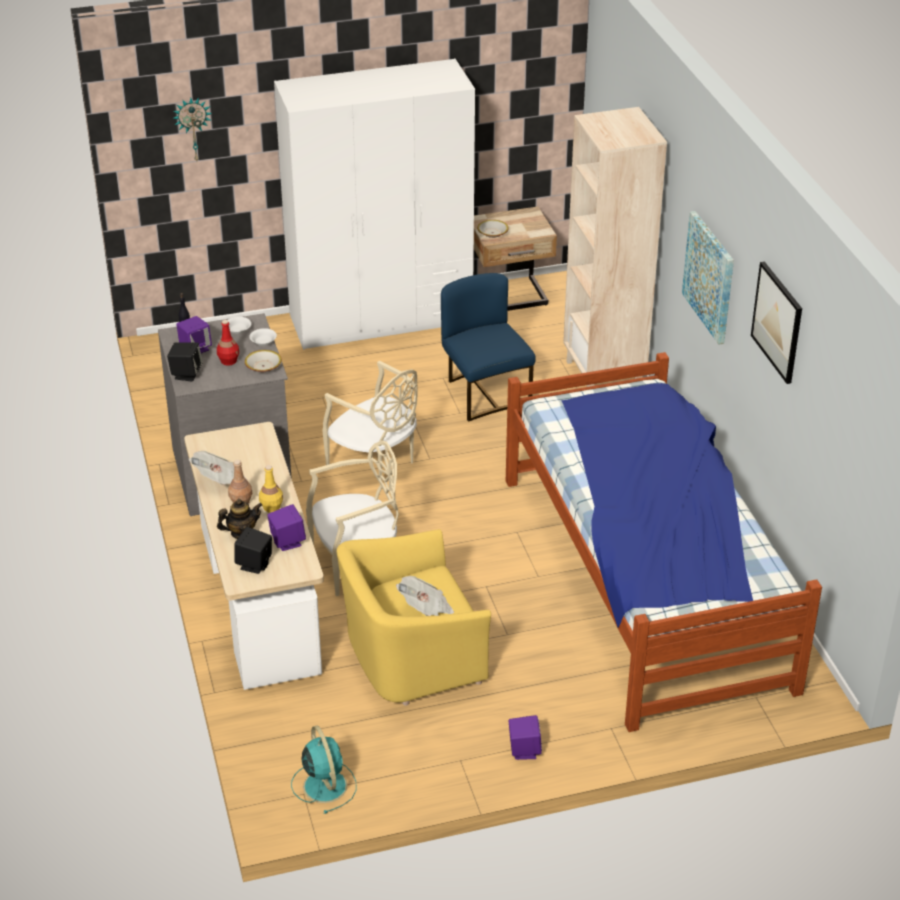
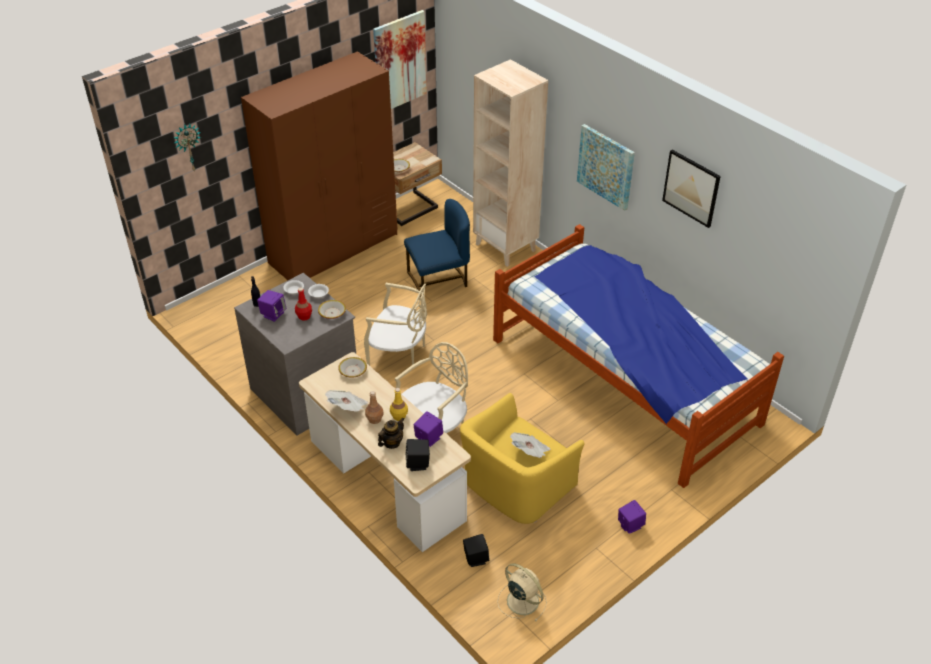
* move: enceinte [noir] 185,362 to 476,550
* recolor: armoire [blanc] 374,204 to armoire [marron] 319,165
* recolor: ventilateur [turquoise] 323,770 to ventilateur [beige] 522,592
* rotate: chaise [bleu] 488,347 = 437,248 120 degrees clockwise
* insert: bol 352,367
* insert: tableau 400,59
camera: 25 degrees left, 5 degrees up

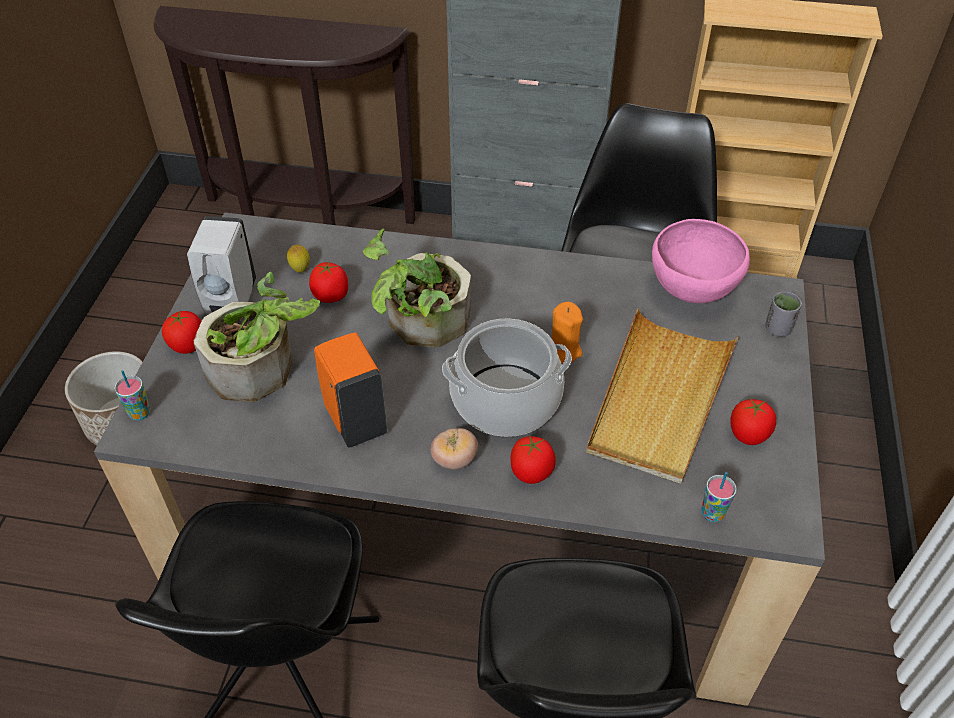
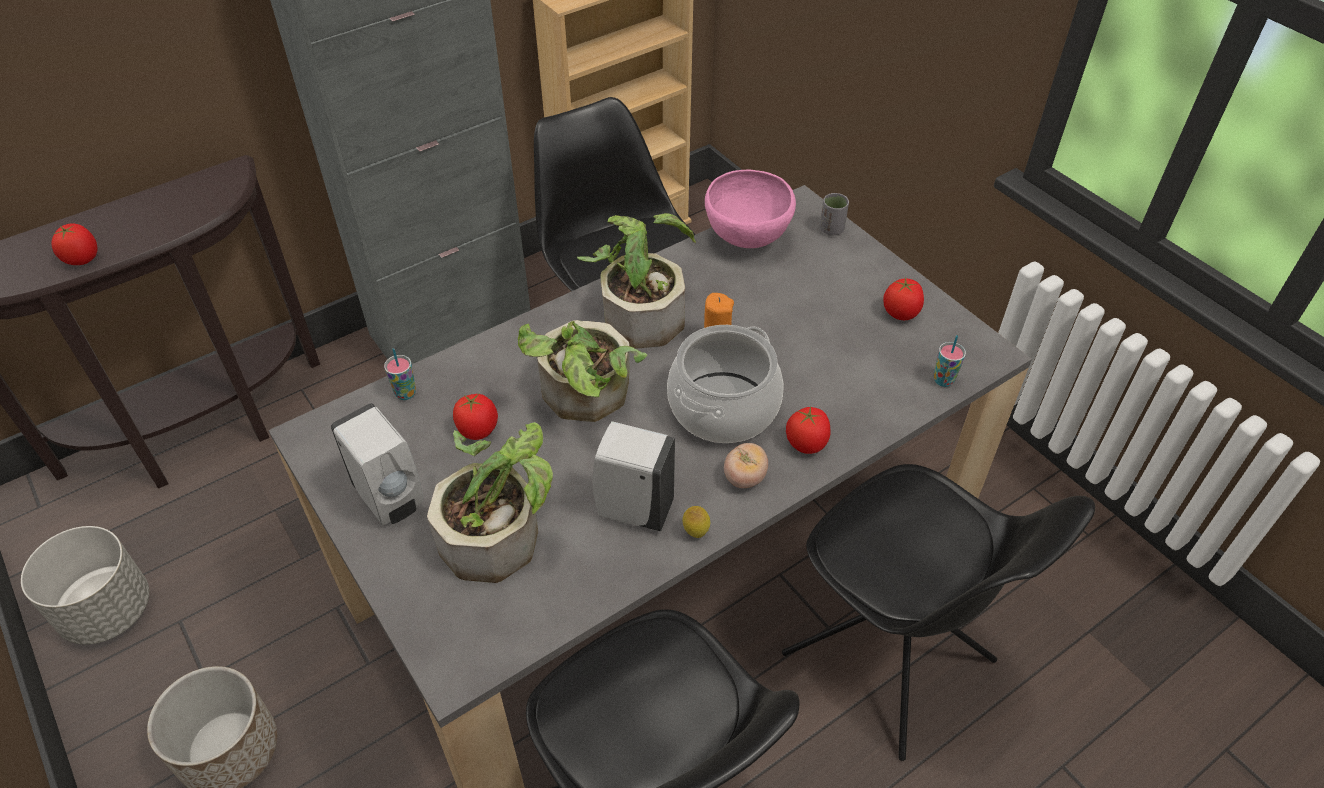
* move: tasse 132,395 to 400,374
* move: tomate 181,332 to 75,244
* move: citron 298,259 to 696,522
* recolor: distributeur de savon [orange] 350,390 to distributeur de savon [blanc] 633,476
* delete: plateau [beige] 662,396
* insert: cache-pot [gris] 85,585
* insert: plante en pot 636,281
camera: 45 degrees left, 0 degrees up

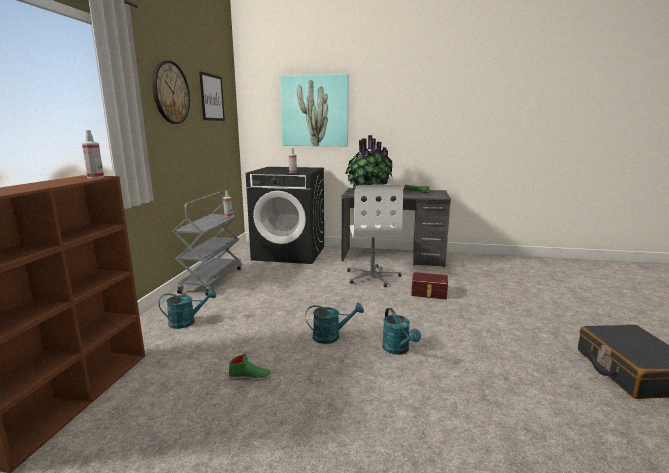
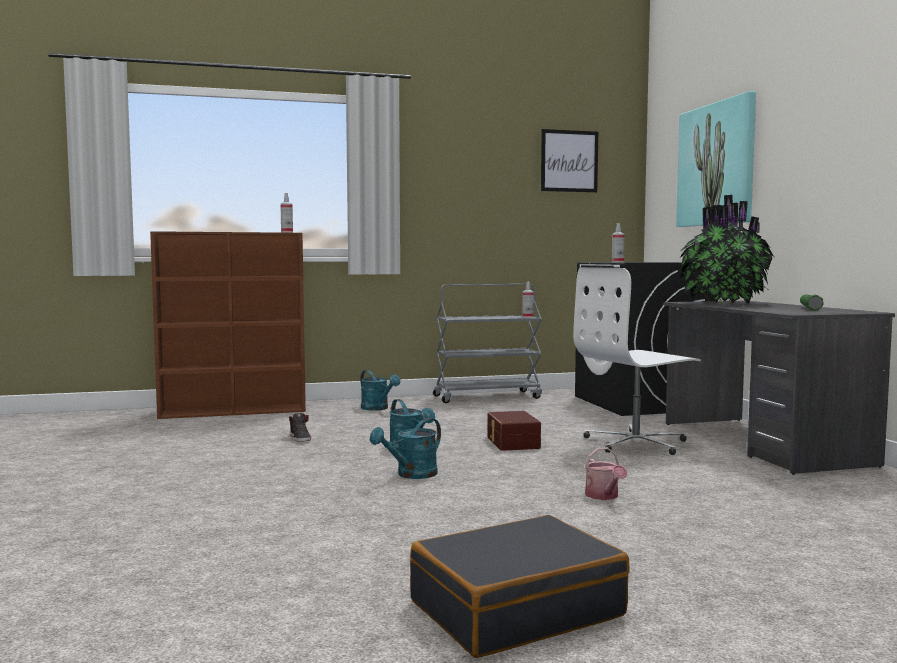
* delete: horloge murale 171,92
* recolor: chaussure [vert] 250,367 to chaussure [noir] 300,427
* move: boîte de rangement [marron] 429,285 to 514,431
* insert: arrosoir 606,473
camera: 65 degrees right, 10 degrees down

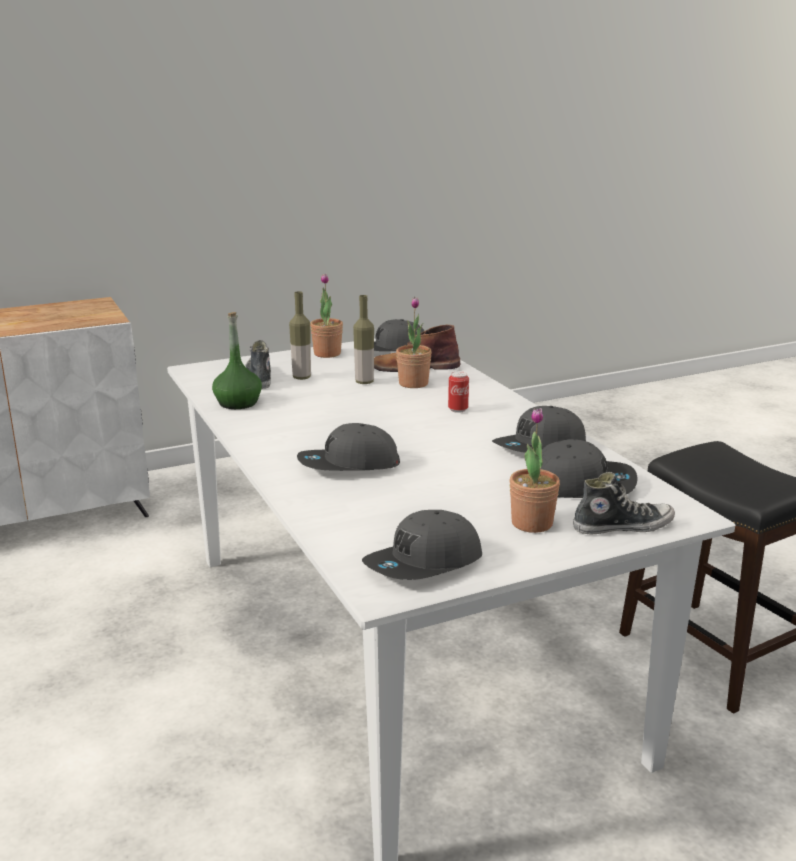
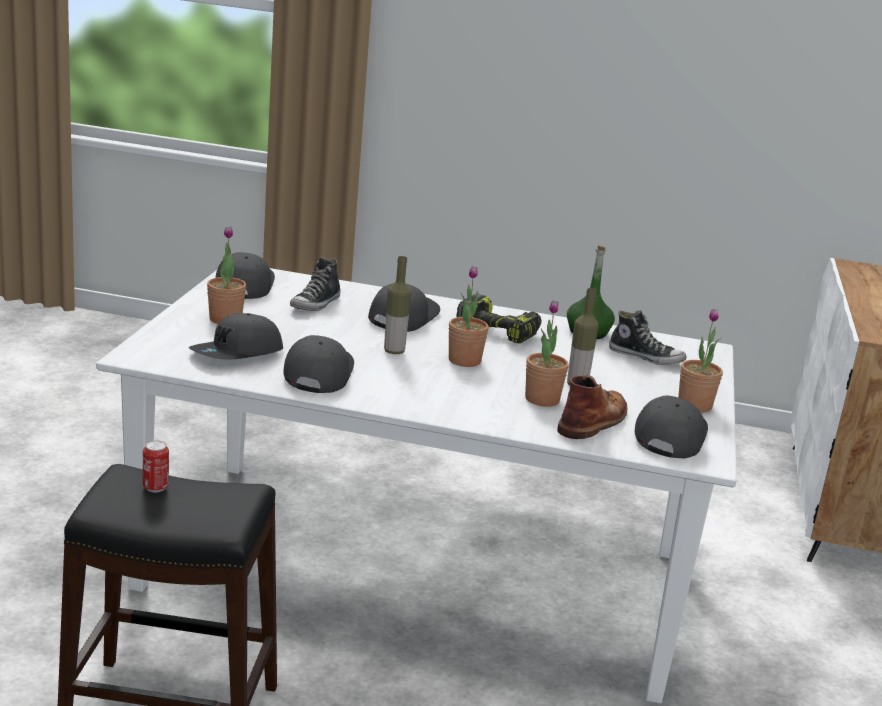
* move: bouteille 300,335 to 397,305
* move: boîte métallique 458,392 to 156,467
* move: chaussure 624,503 to 315,284
* insert: plante en pot 469,316
* insert: perceuse 498,319
camera: 125 degrees right, 0 degrees up

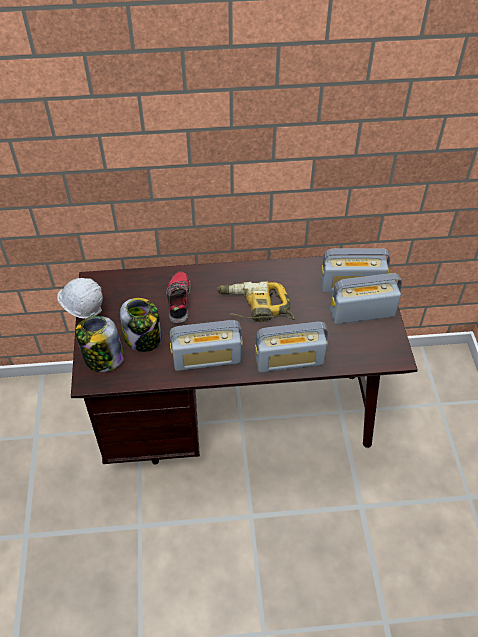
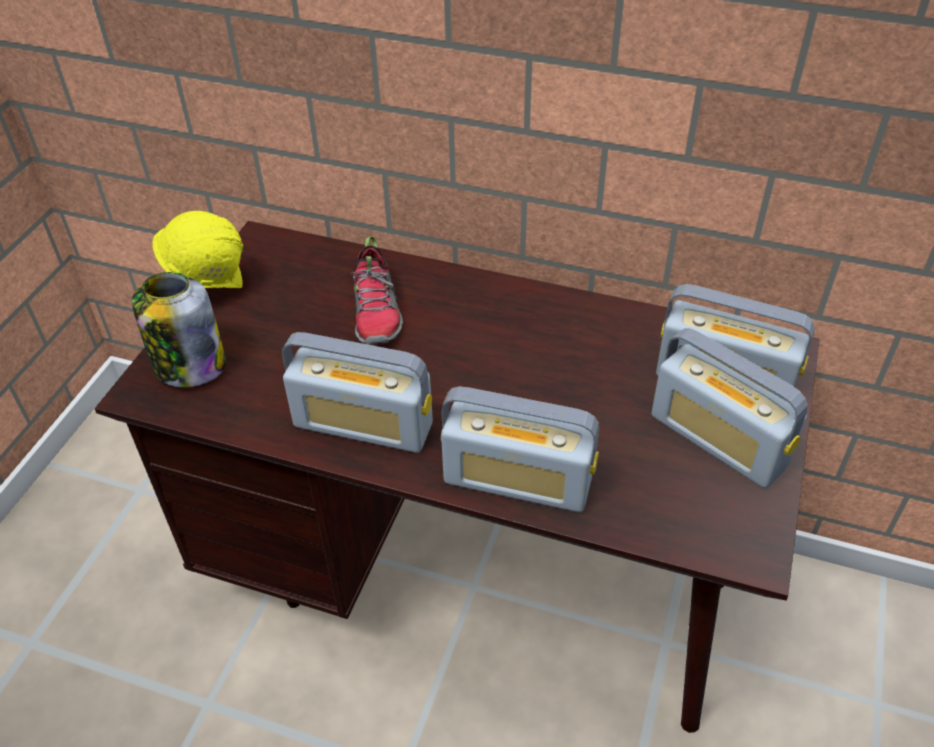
* recolor: casque de chantier [blanc] 80,298 to casque de chantier [jaune] 204,249
* delete: bocal 141,325
* rotate: chaussure 178,297 = 377,290 150 degrees clockwise
* delete: perceuse 256,301
* rotate: radio 366,298 = 729,408 150 degrees counterclockwise
camera: 25 degrees right, 5 degrees down

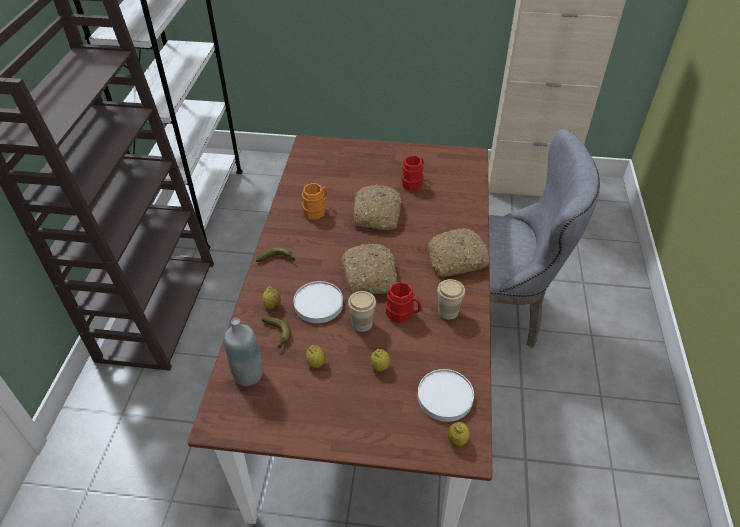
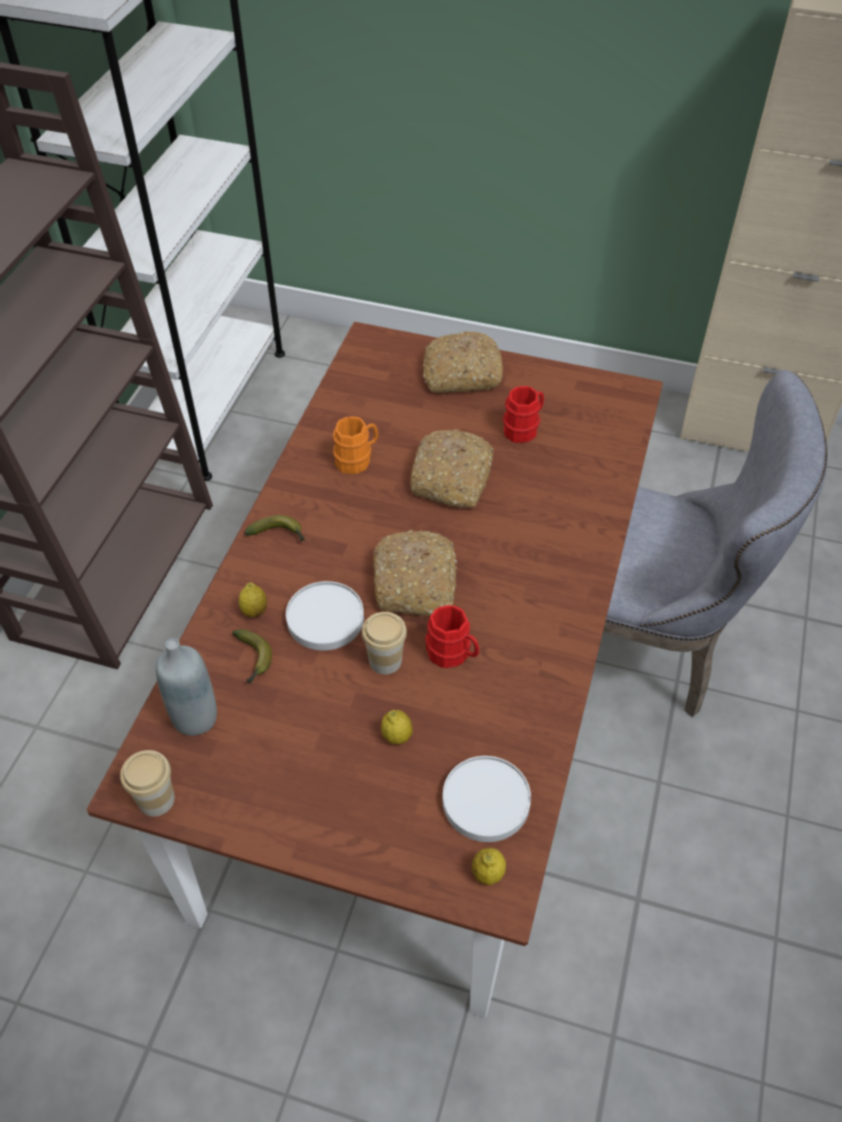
* delete: citron 316,356
* move: pain 458,252 to 463,362
* move: tasse 451,299 to 147,783
camera: 10 degrees right, 5 degrees up

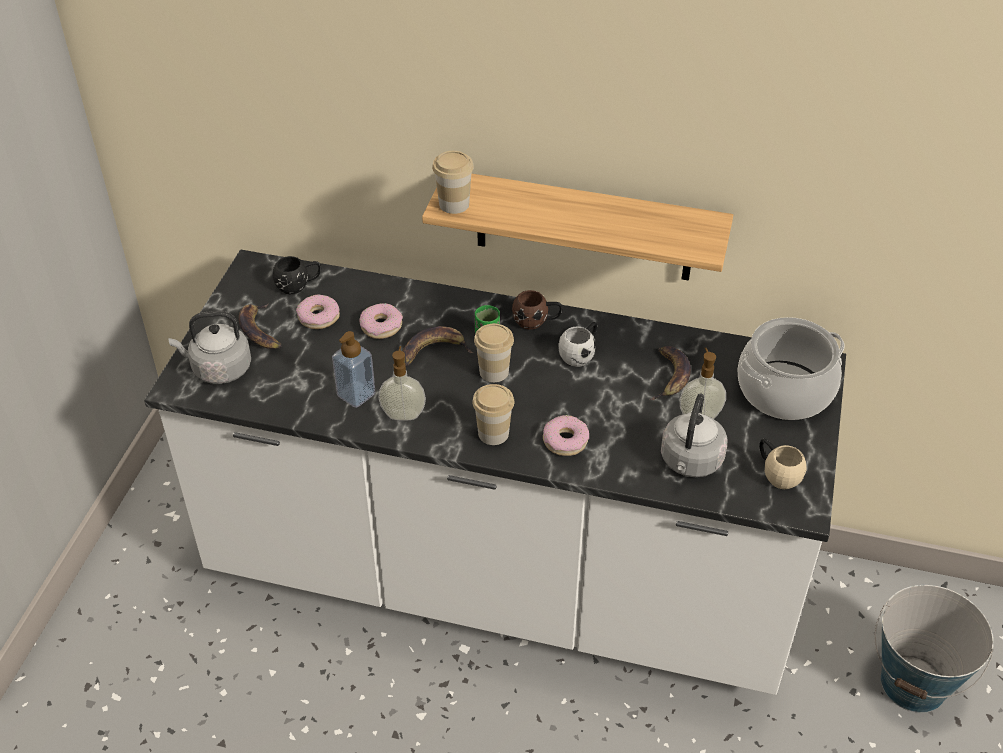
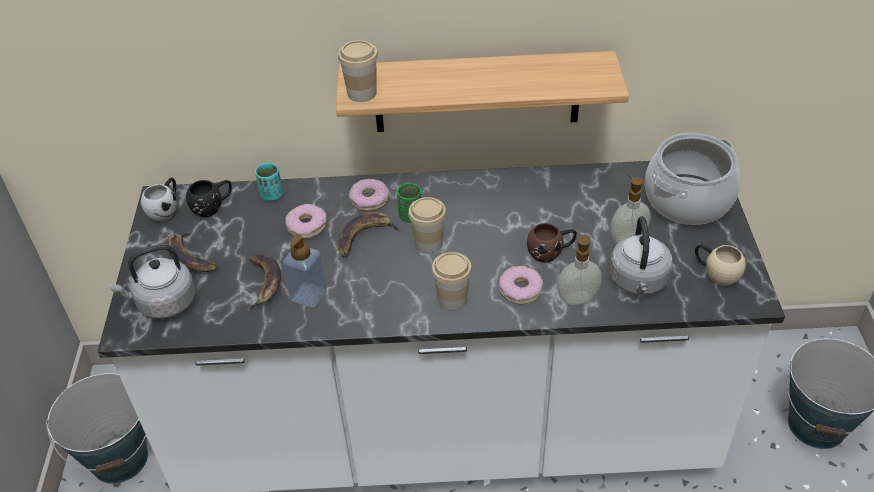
* move: beignet 318,311 to 369,195
* move: distributeur de savon 402,383 to 579,268
* move: mug [marron] 537,310 to 552,243
* move: mug [blanc] 577,344 to 159,199
* move: banane 670,373 to 263,283
* insert: seau 97,428
* insert: tasse [turquoise] 269,182
camera: 15 degrees left, 0 degrees up

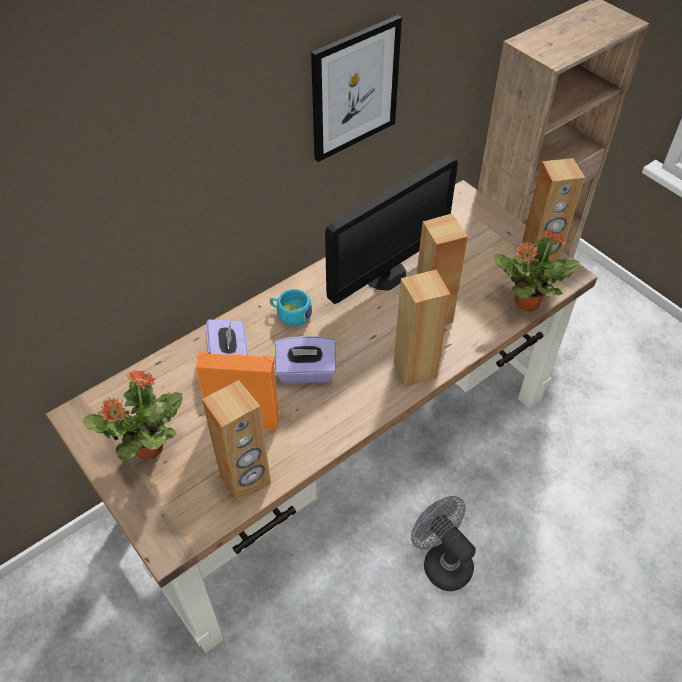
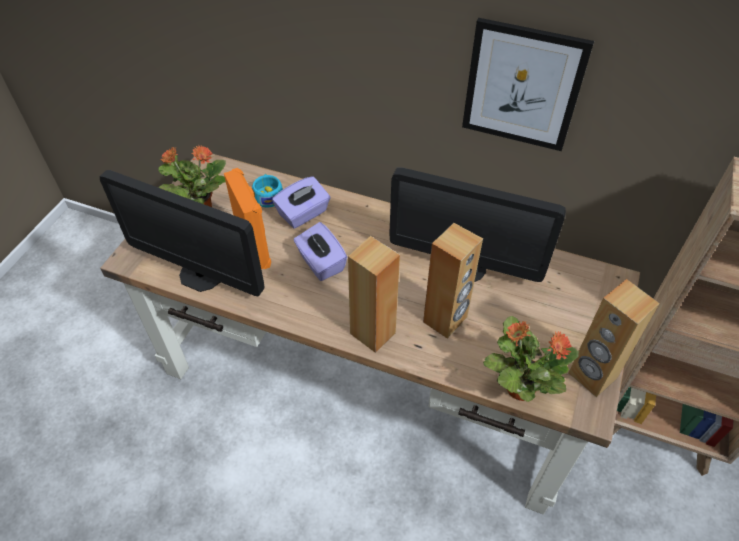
* replace: enceinte [marron] 236,441 to écran d'ordinateur 182,233
* move: tasse [turquoise] 291,307 to 267,190
* delete: ventilateur [gris] 443,543
camera: 60 degrees right, 0 degrees up

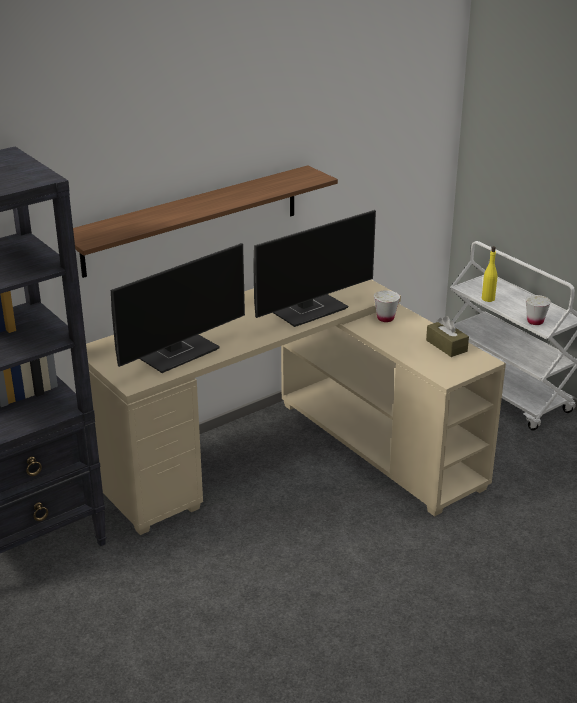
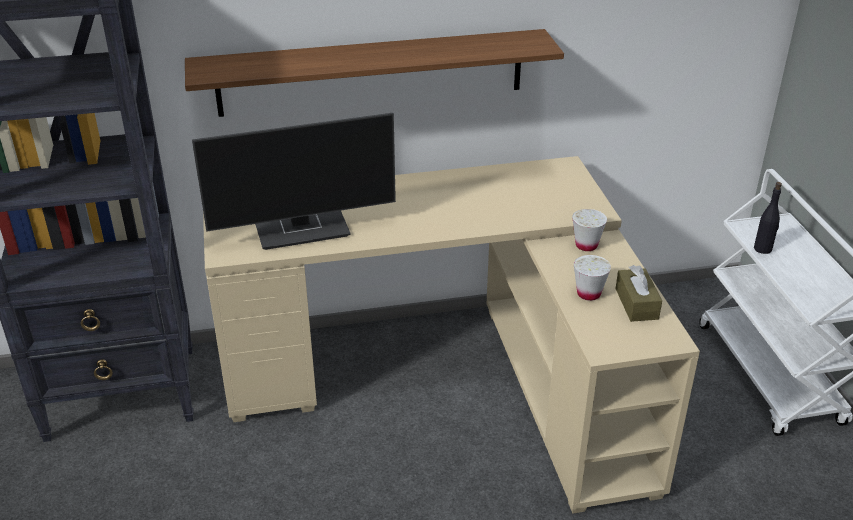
* delete: écran d'ordinateur 314,268
* recolor: bouteille [jaune] 489,274 to bouteille [noir] 768,218
* move: tasse [blanc] 538,310 to 592,278
camera: 25 degrees right, 5 degrees up

